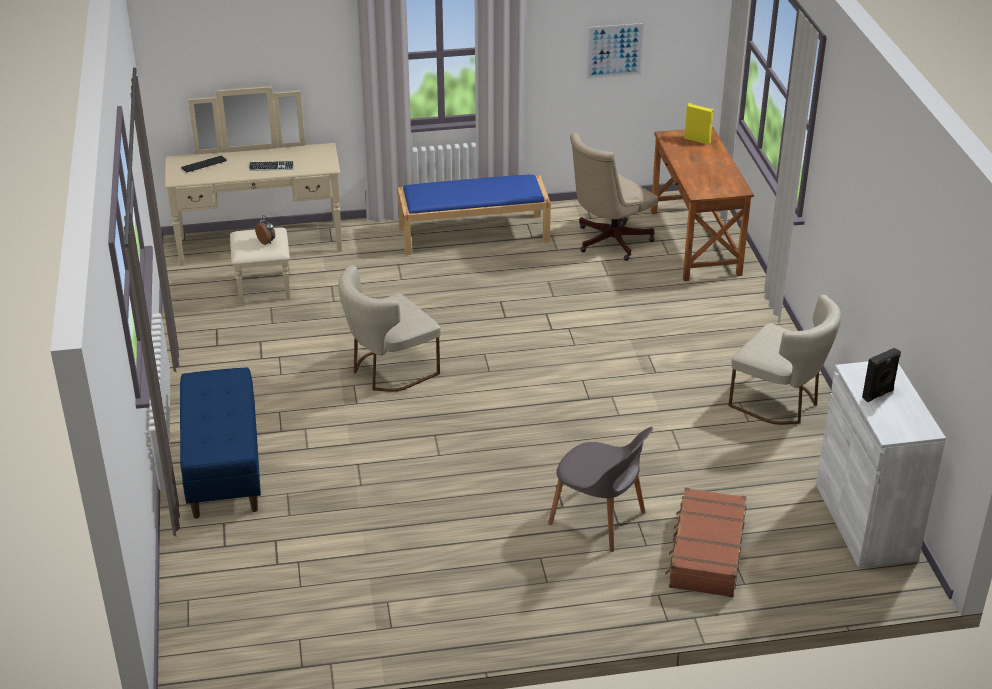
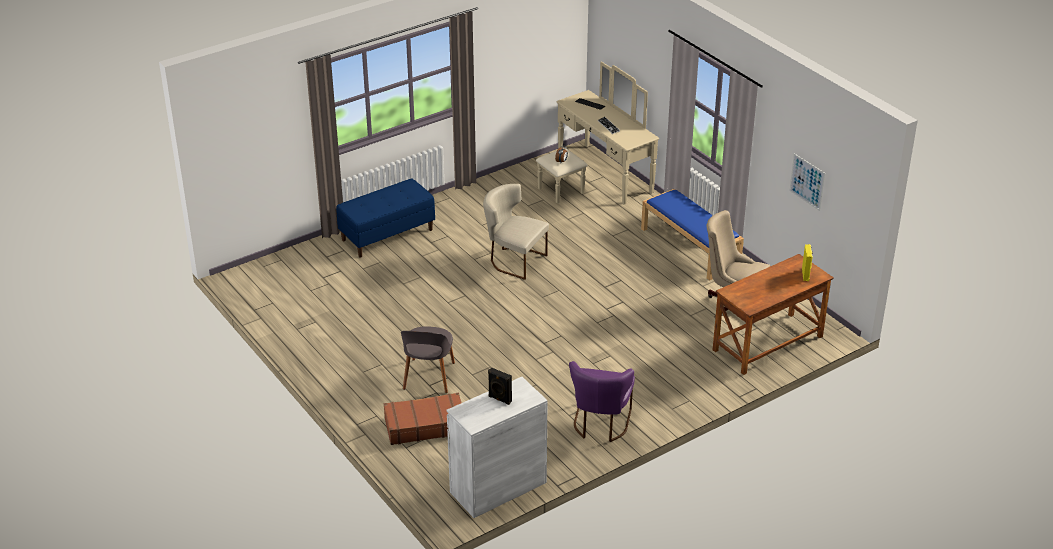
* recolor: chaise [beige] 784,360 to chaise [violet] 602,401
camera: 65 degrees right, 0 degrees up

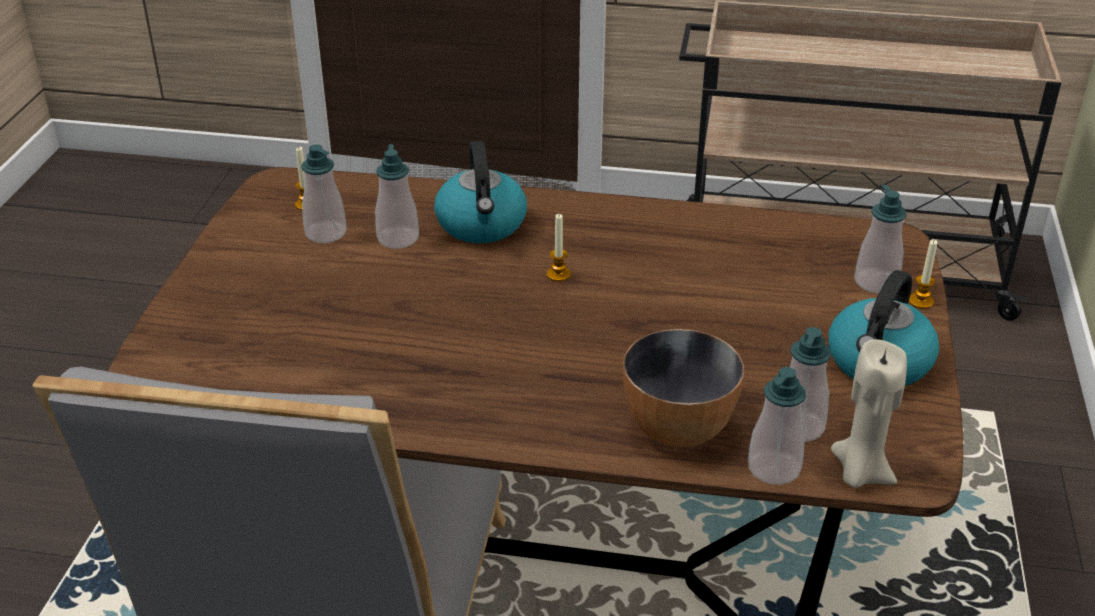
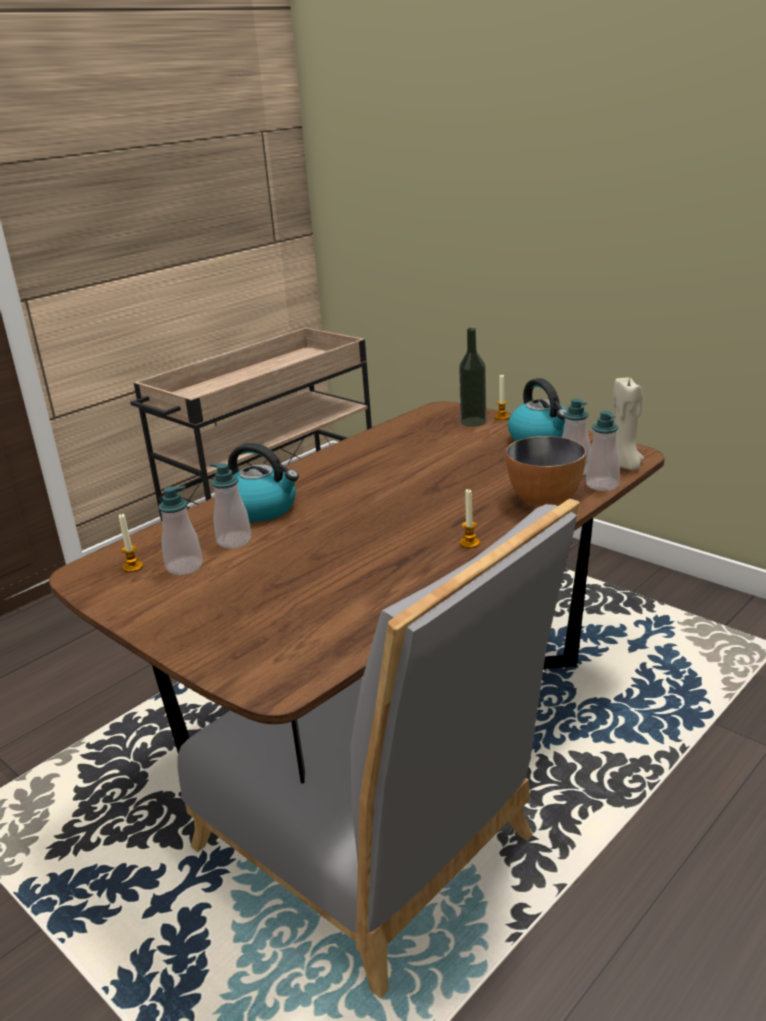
* move: bougie 559,248 to 470,518
* replace: distributeur de savon 880,239 to bouteille 473,377
camera: 55 degrees left, 10 degrees down

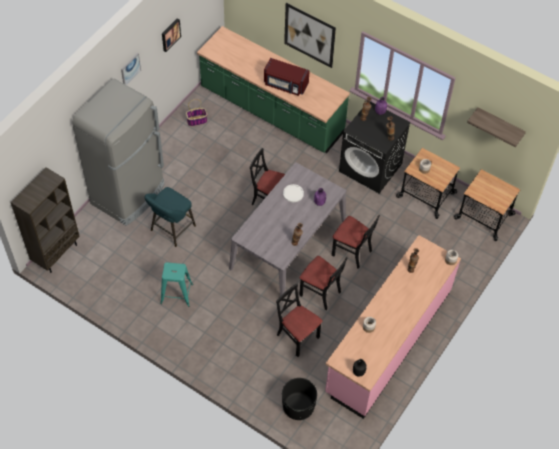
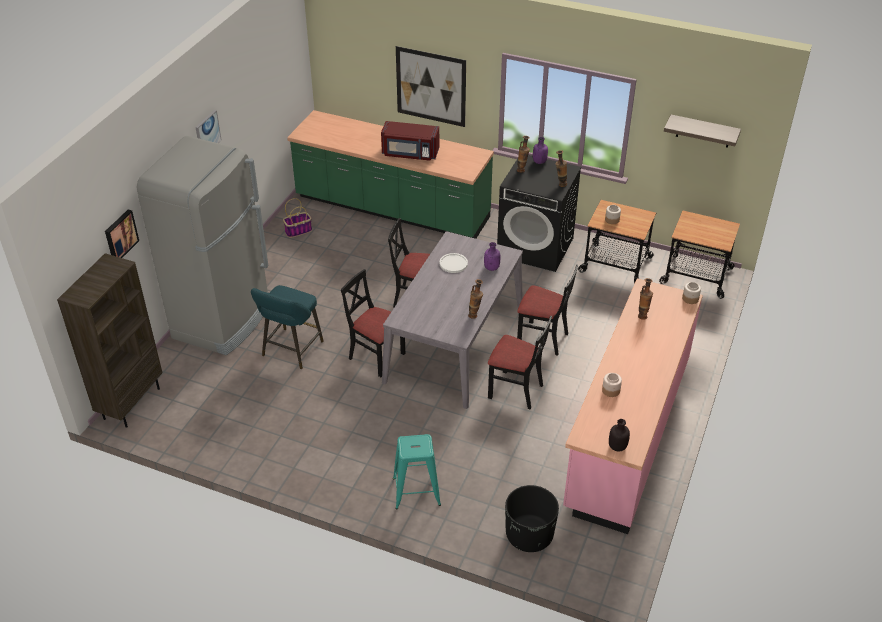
* move: tabouret [turquoise] 176,284 to 417,472
* move: tableau 171,35 to 122,234
* move: chaise [noir] 299,320 to 373,323
camera: 10 degrees left, 15 degrees down

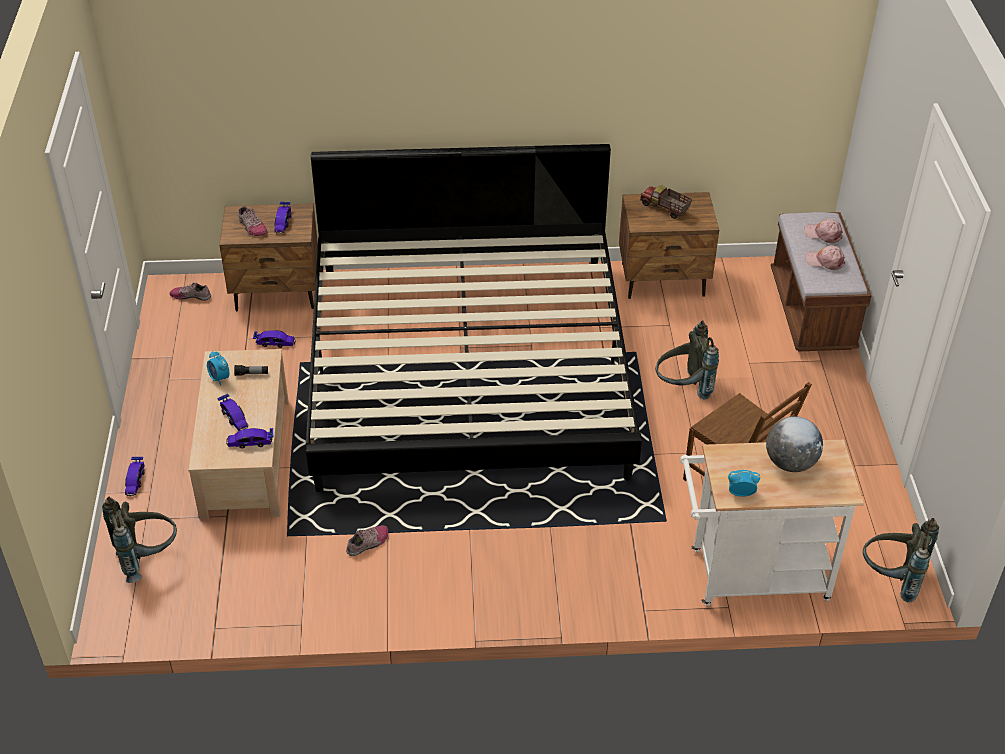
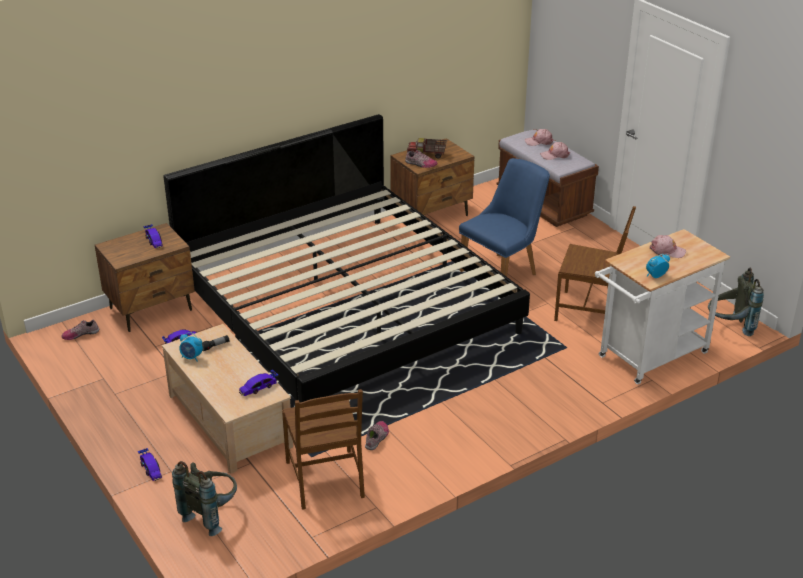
* delete: petite voiture 233,412
* move: chaussure 252,221 to 421,159
* replace: sac à dos [gris] 687,360 to chaise [bleu] 504,217
* replace: globe 794,444 to casquette [rose] 668,246
* insert: chaise [marron] 323,449
camera: 30 degrees left, 10 degrees down

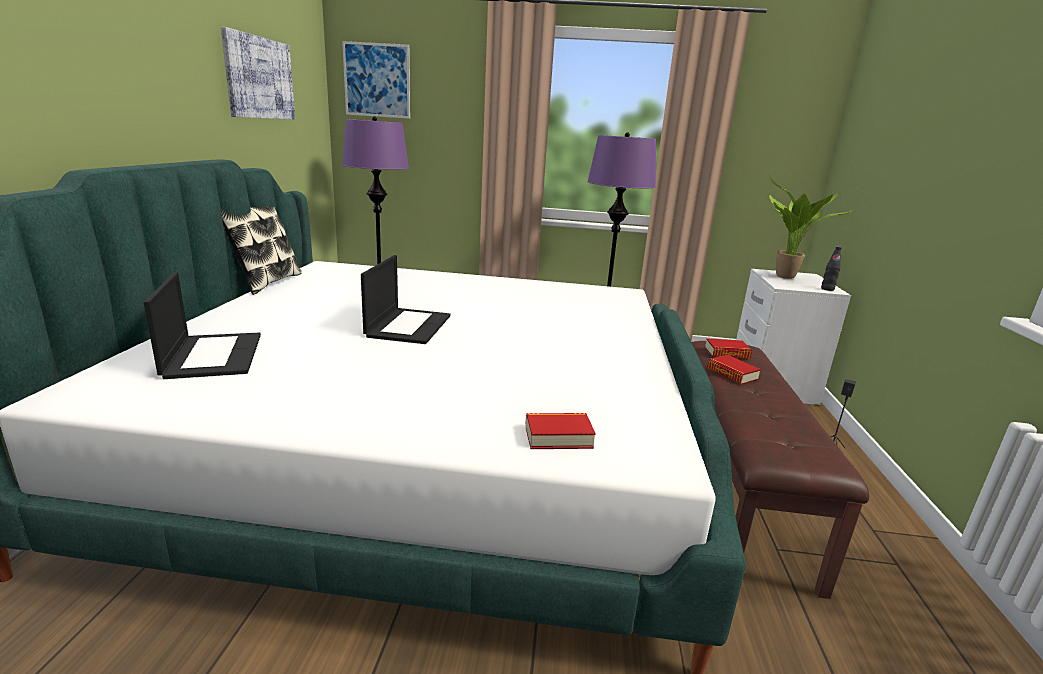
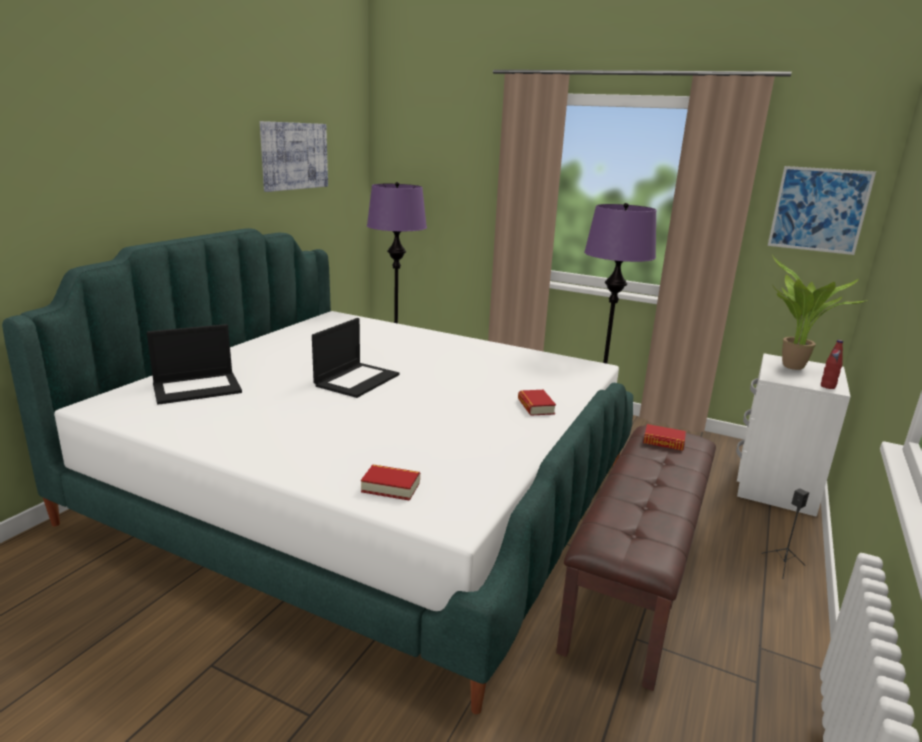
* rotate: ordinateur portable 202,325 = 194,364 60 degrees clockwise
* delete: coussin 261,250
* move: tableau 376,80 to 822,210
* move: livre 734,370 to 537,403
* recolor: bouteille [noir] 831,268 to bouteille [rouge] 832,364
camera: 20 degrees right, 0 degrees up

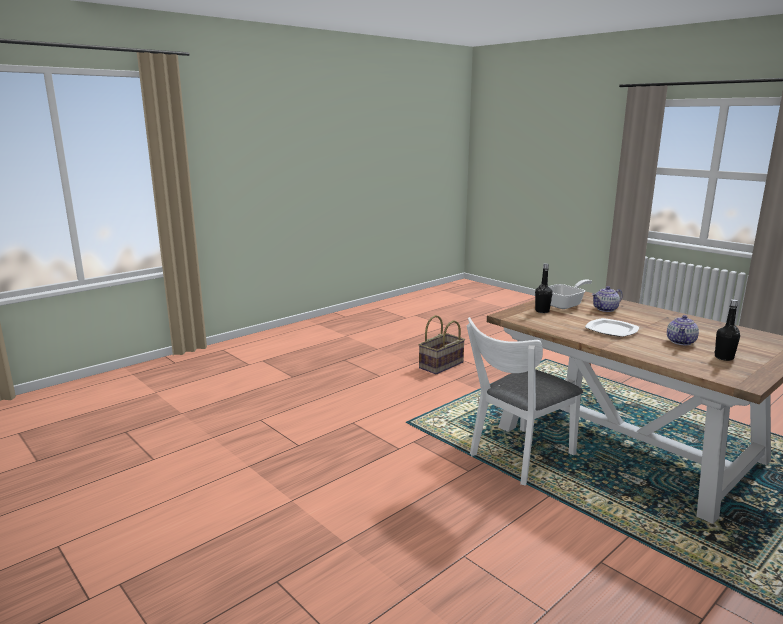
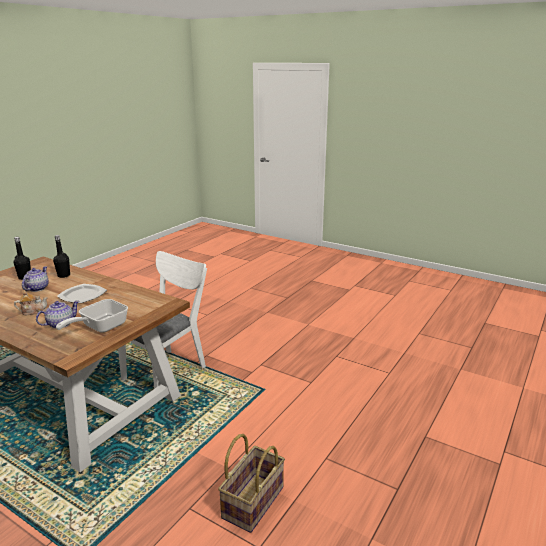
* move: bouteille [noir] 544,288 to 61,256
* insert: théière 31,303
camera: 165 degrees right, 5 degrees up

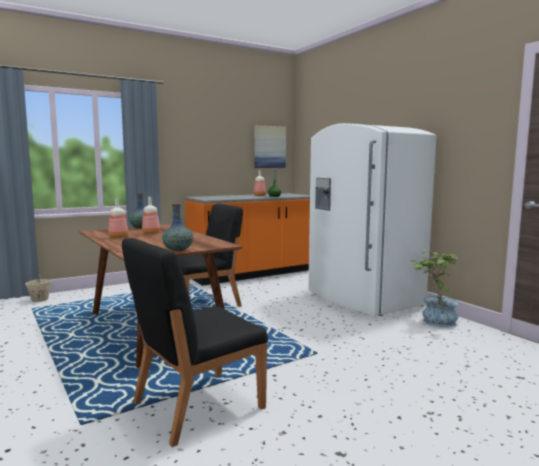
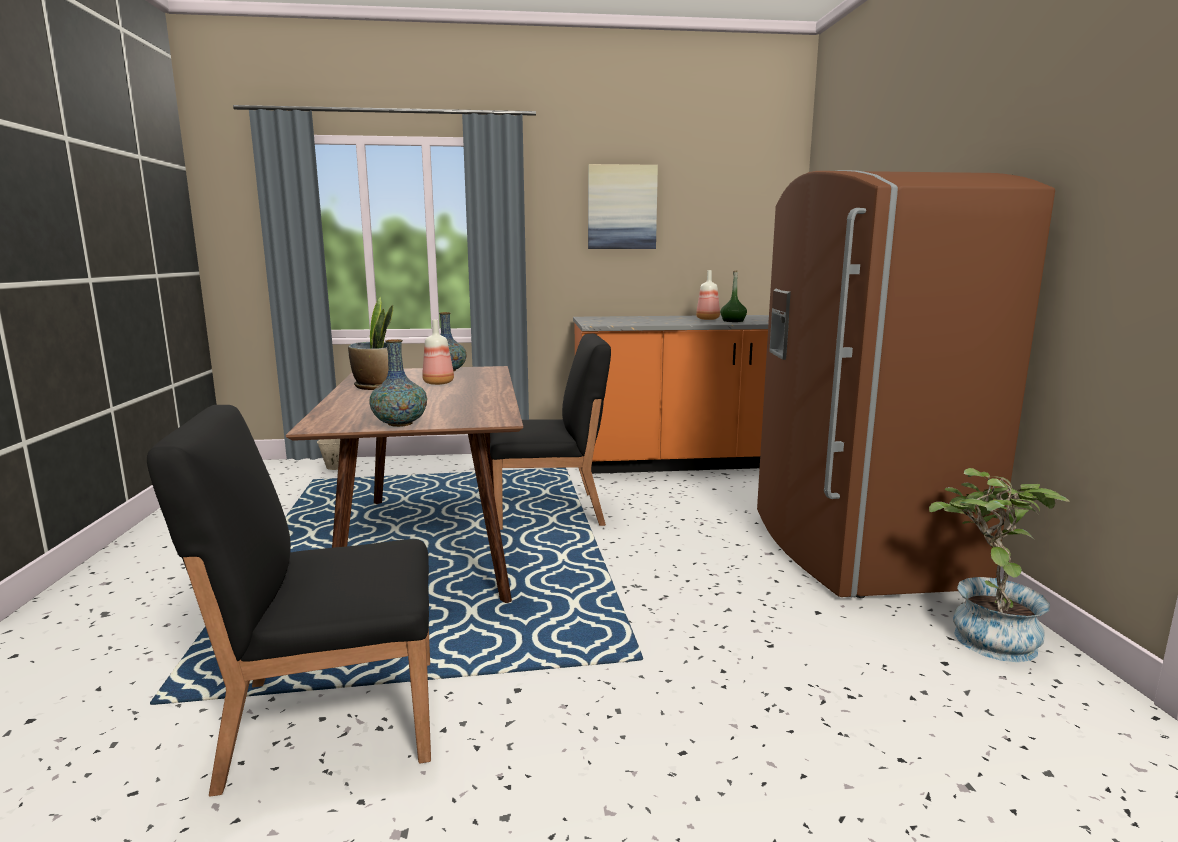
* replace: bouteille 118,218 to plante en pot 370,343
* move: tableau 270,146 to 623,206
* recolor: réfrigérateur [blanc] 372,220 to réfrigérateur [marron] 906,384
camera: 25 degrees right, 5 degrees up

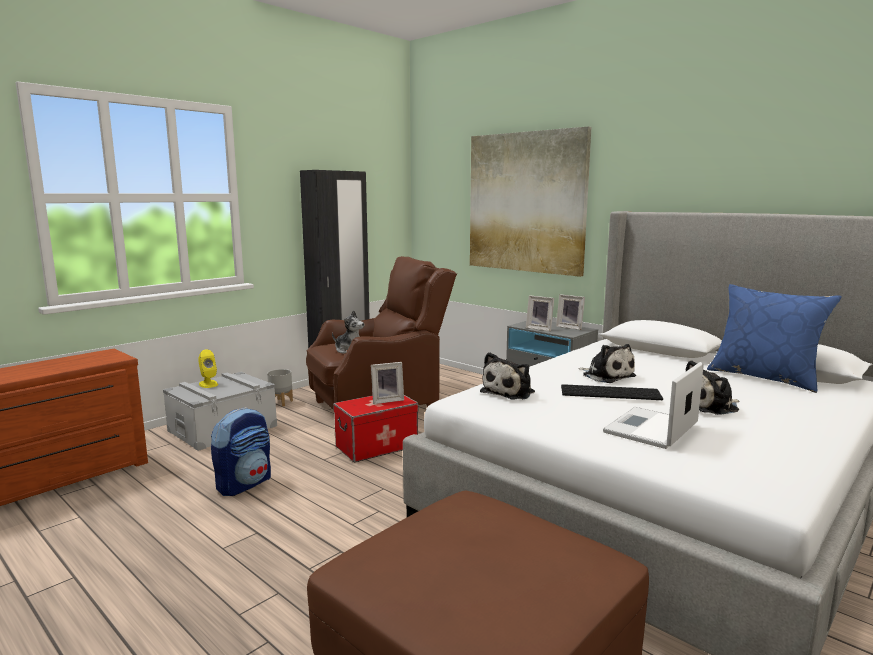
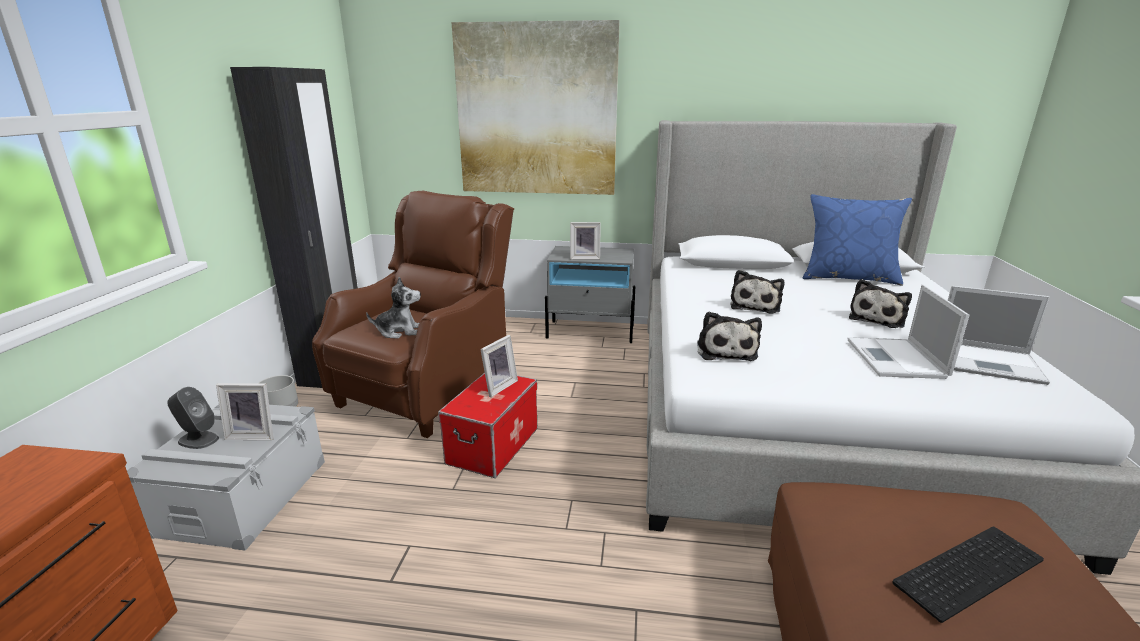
* recolor: enceinte [jaune] 208,368 to enceinte [gris] 193,418
* delete: sac à dos 241,451
* move: cadre photo 570,312 to 245,411
* move: clavier 612,392 to 968,575
* rotate: peluche 607,363 = 757,291 90 degrees clockwise
* insert: ordinateur portable 999,335
camera: 35 degrees left, 10 degrees up

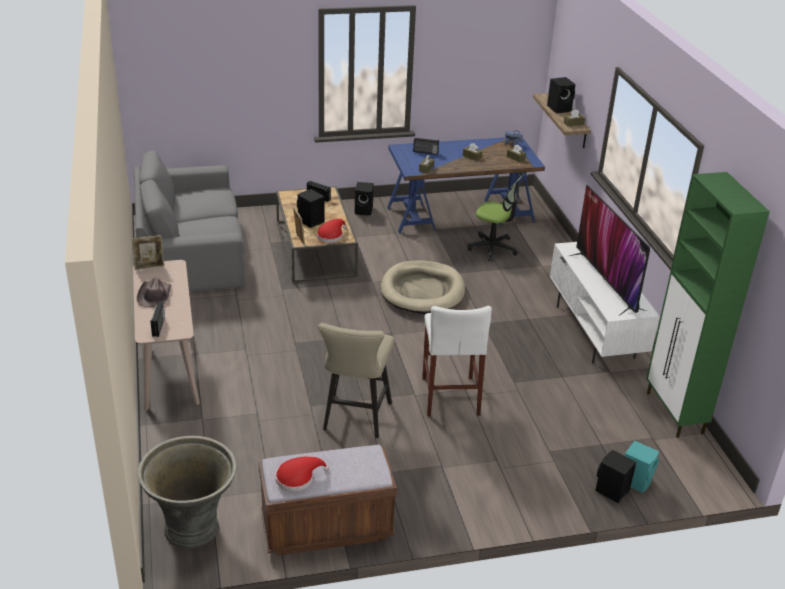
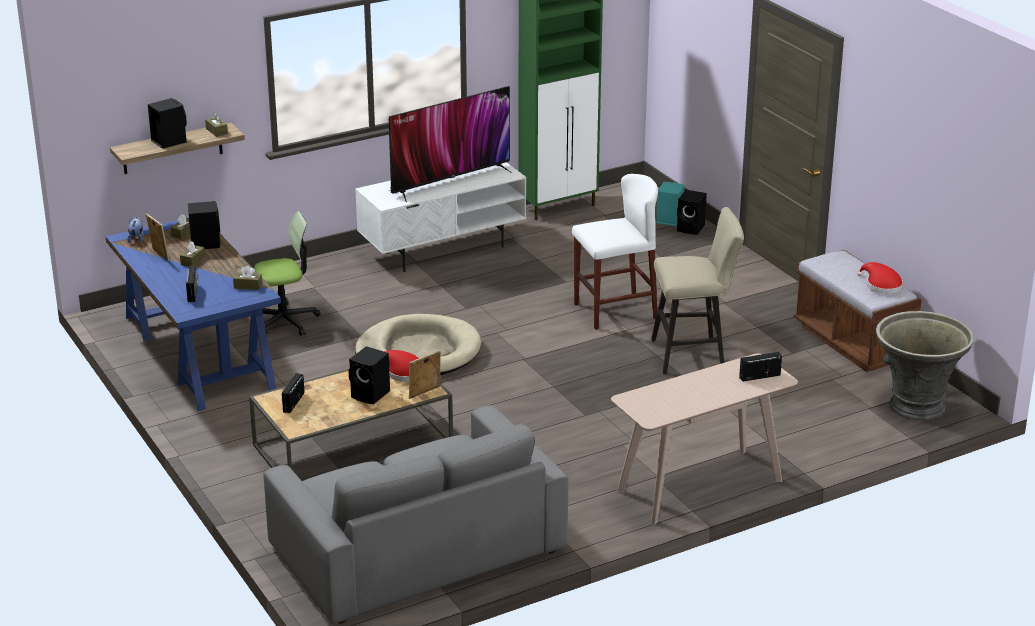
* move: cadre photo 147,252 to 158,237
* delete: chapeau [marron] 154,292
* move: enceinte [noir] 364,198 to 204,225
* rotate: chaise de bureau 495,219 = 287,273 60 degrees clockwise
camera: 105 degrees left, 5 degrees down

